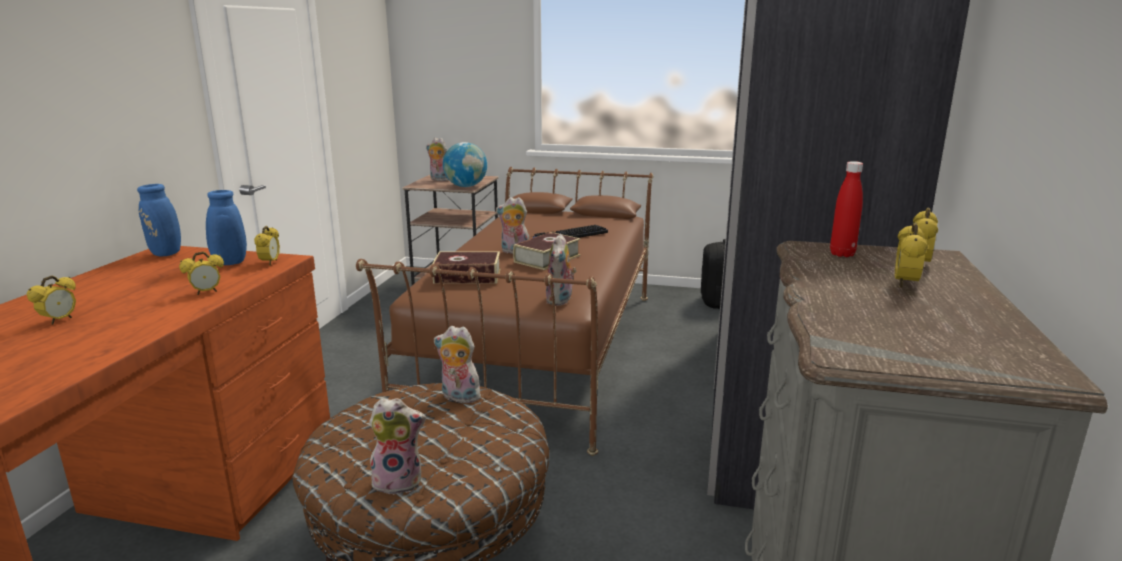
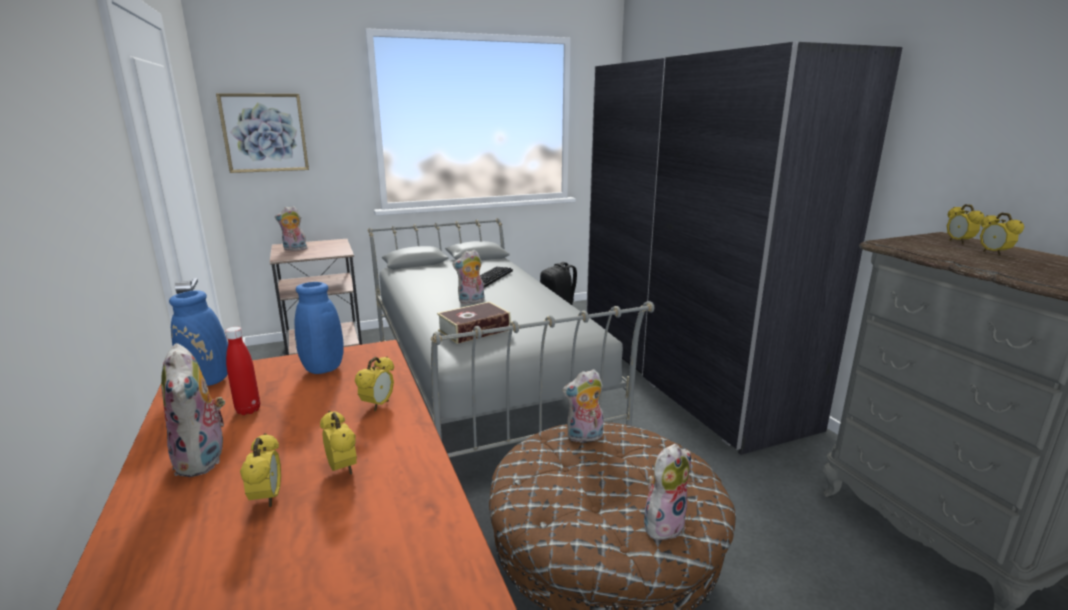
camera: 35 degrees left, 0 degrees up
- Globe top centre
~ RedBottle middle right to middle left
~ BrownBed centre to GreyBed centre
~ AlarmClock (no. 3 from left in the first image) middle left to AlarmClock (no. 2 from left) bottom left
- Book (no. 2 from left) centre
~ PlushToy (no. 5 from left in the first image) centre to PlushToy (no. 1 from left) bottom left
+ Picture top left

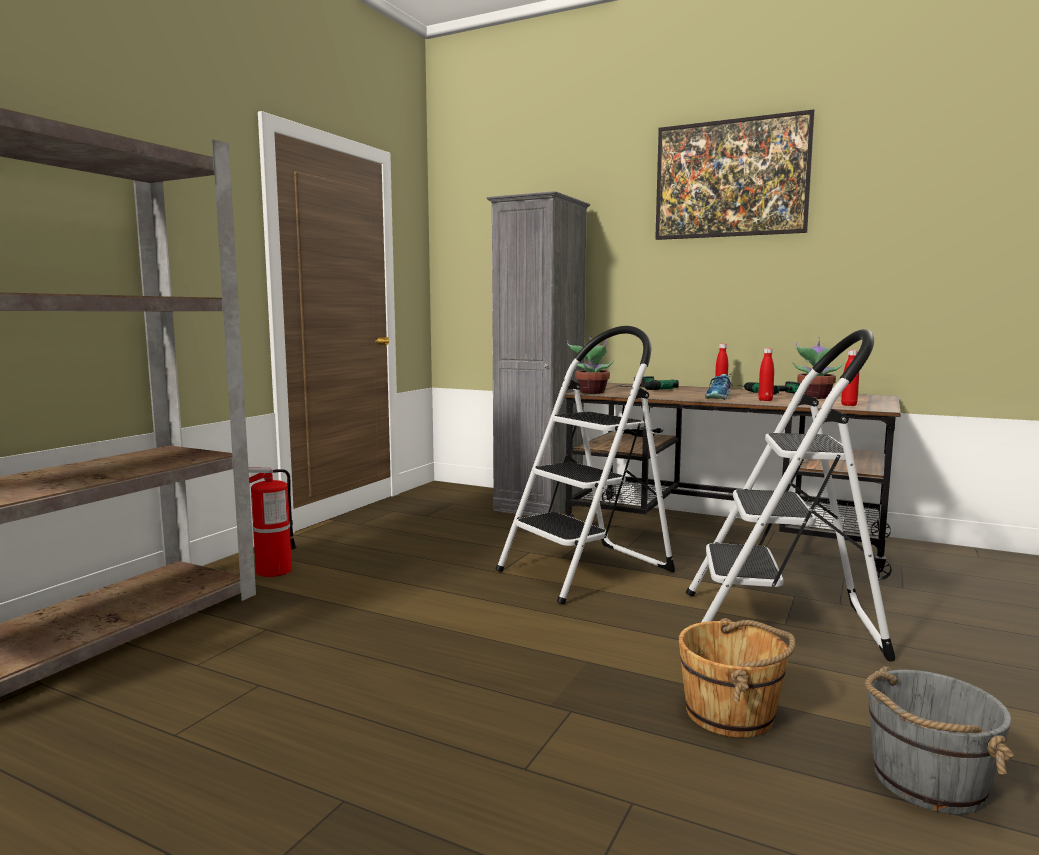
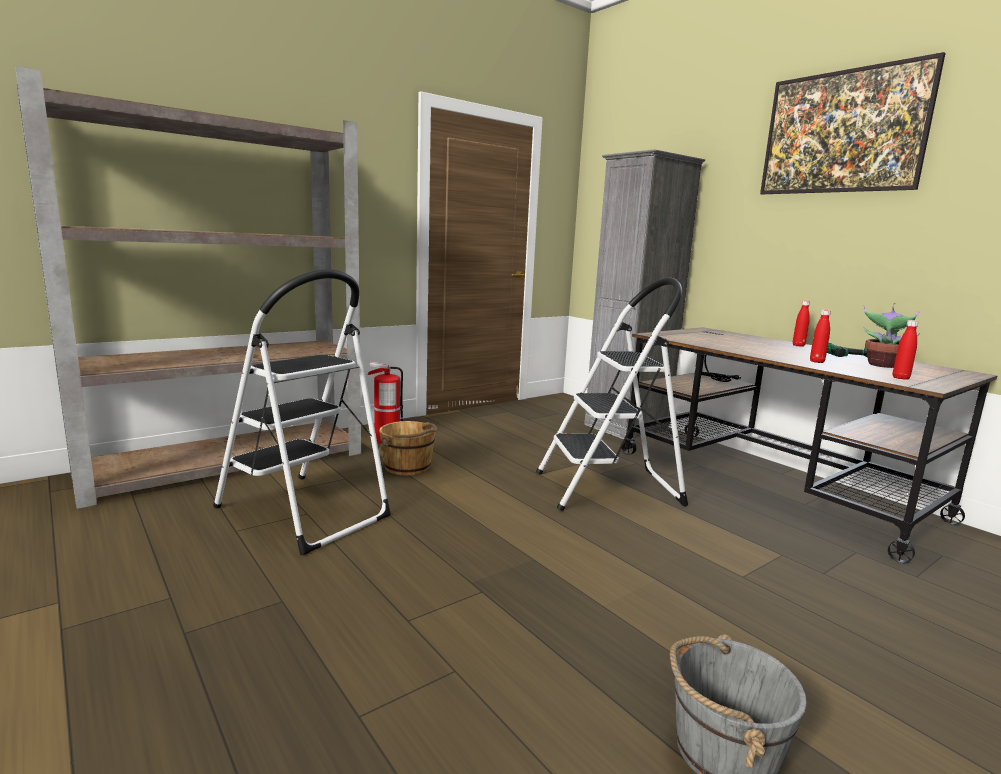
camera: 25 degrees right, 5 degrees up
~ StepLadder (no. 2 from left in the first image) middle right to StepLadder (no. 1 from left) middle left
- PottedPlant (no. 1 from left) centre
- Shoe middle right
- PowerDrill (no. 1 from left) centre
~ BrownBucket bottom right to centre

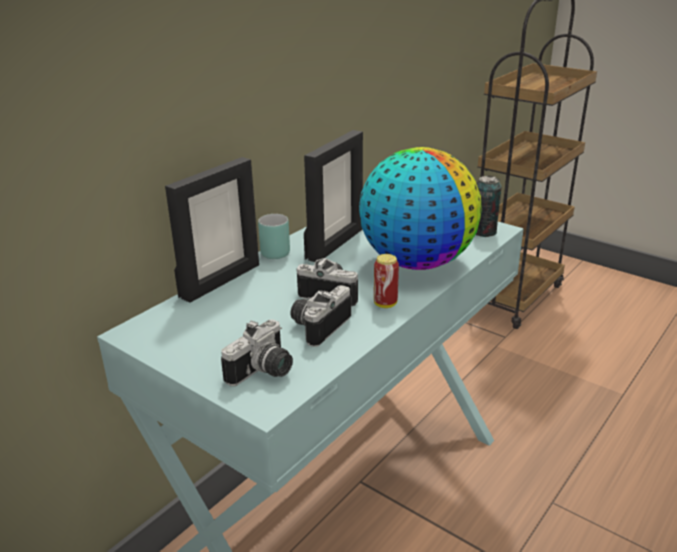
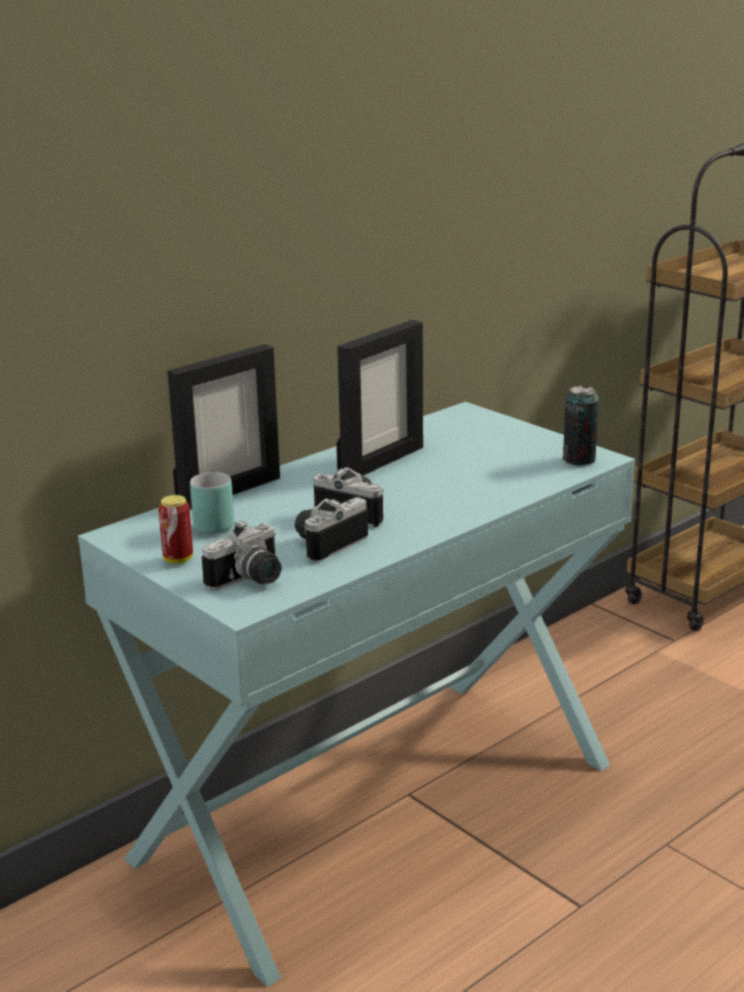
camera: 10 degrees right, 5 degrees down
- Globe centre
~ TurquoiseMug centre to middle left
~ Can (no. 1 from left) centre to middle left

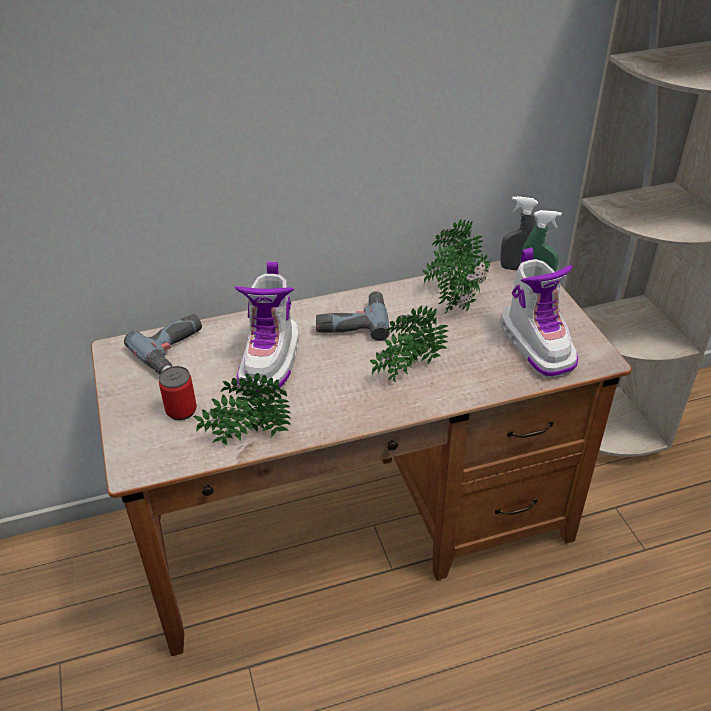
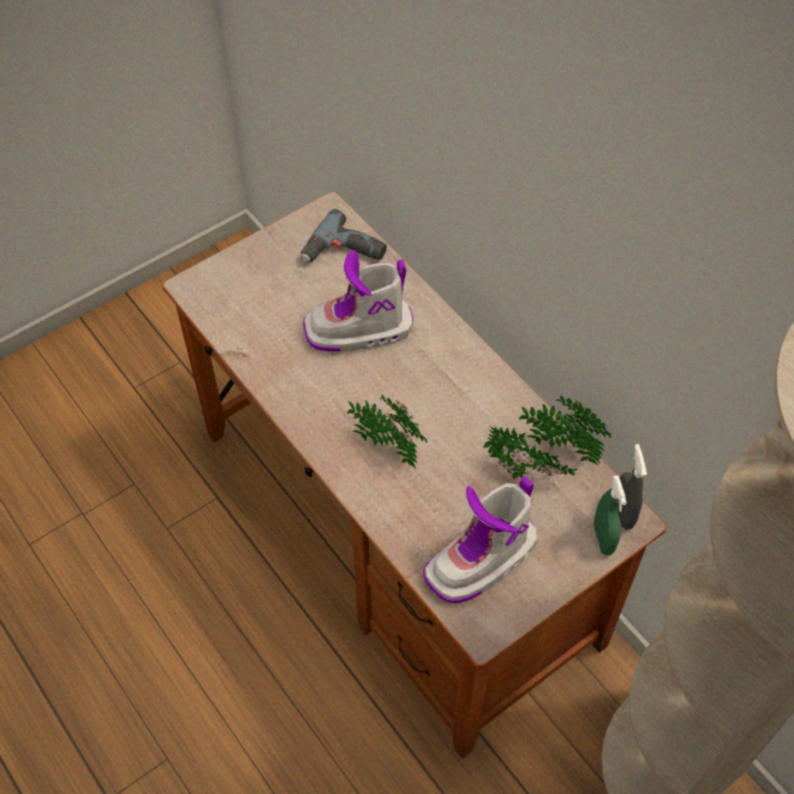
camera: 70 degrees right, 15 degrees up
- PowerDrill (no. 2 from left) centre
- Can middle left
- PottedPlant (no. 1 from left) centre

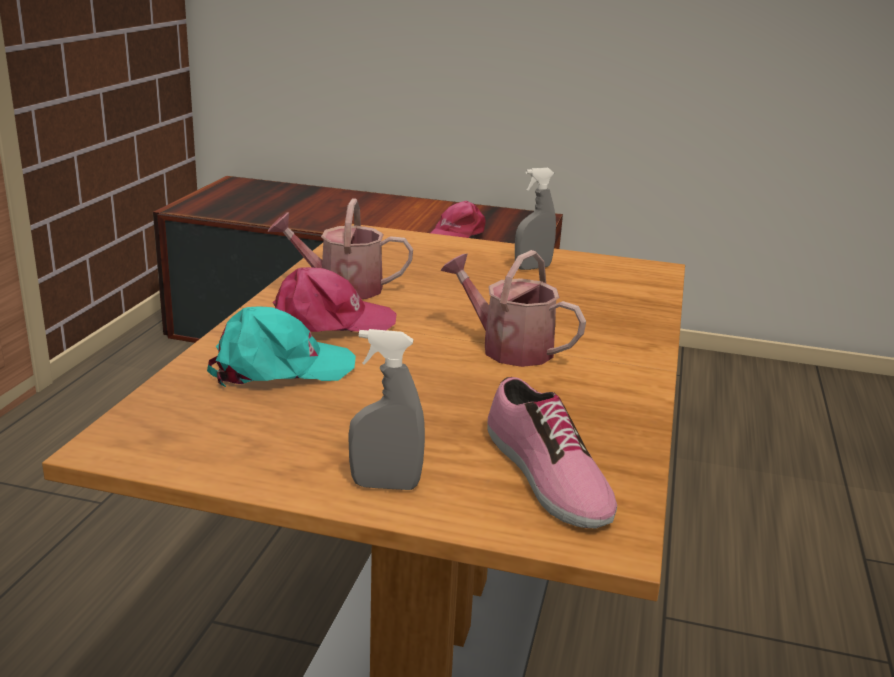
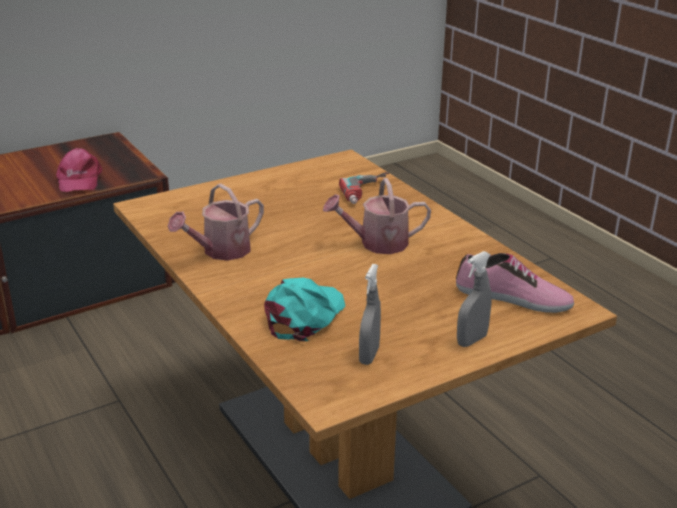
camera: 45 degrees left, 5 degrees up
~ GreySprayBottle (no. 2 from left in the first image) top centre to GreySprayBottle (no. 1 from left) centre
- PinkCap (no. 1 from left) centre
+ PowerDrill centre

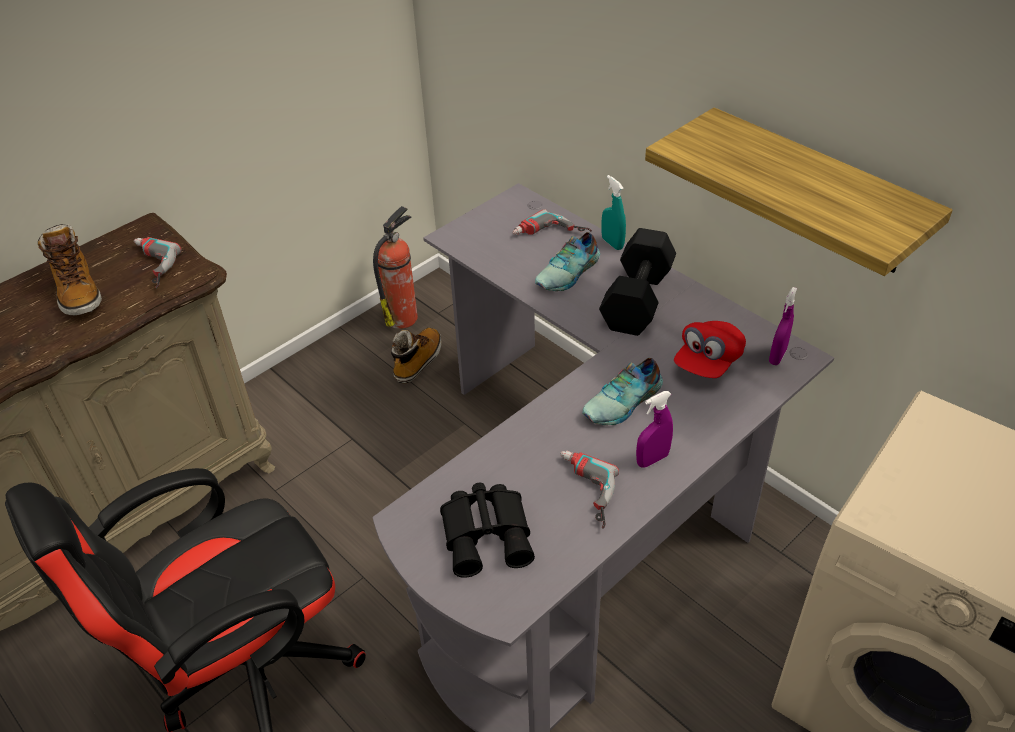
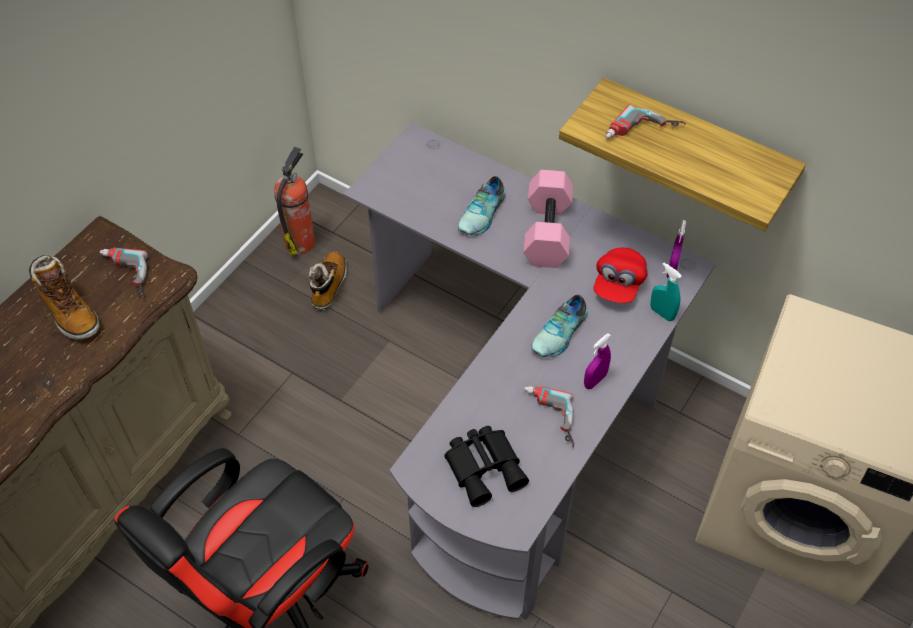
camera: 15 degrees left, 10 degrees up
~ TurquoiseSprayBottle top centre to middle right
~ PowerDrill (no. 2 from left in the first image) top centre to PowerDrill (no. 3 from left) top right
~ BlackDumbbell centre to PinkDumbbell centre

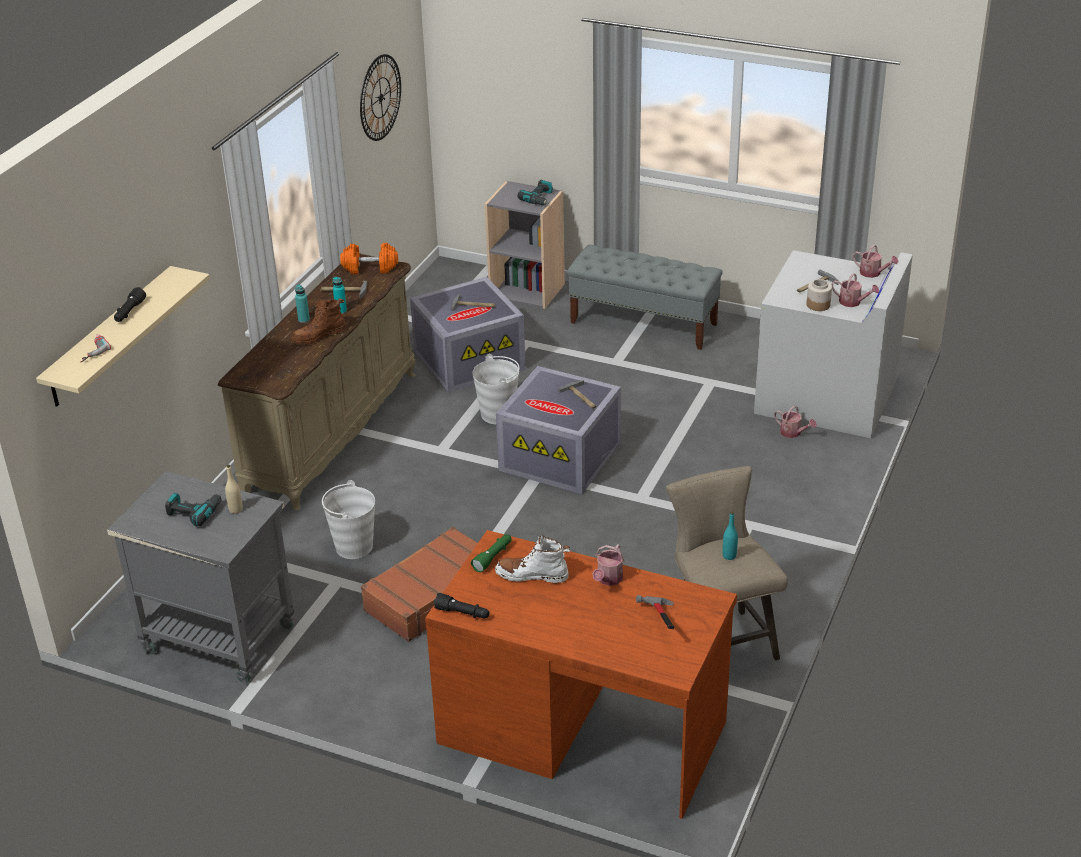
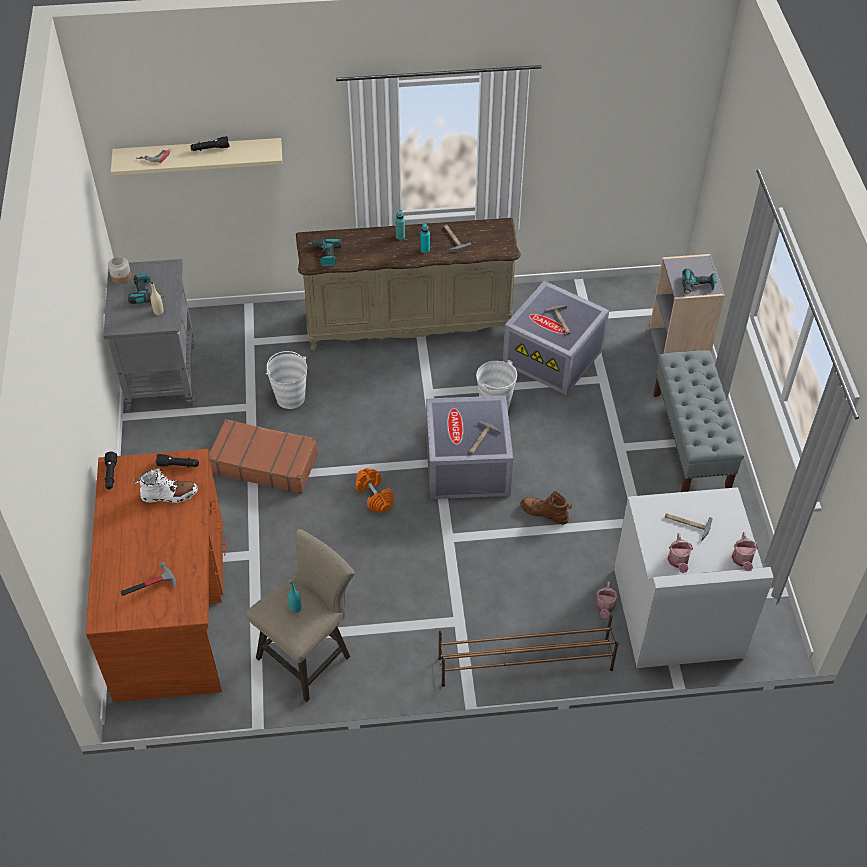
camera: 60 degrees right, 15 degrees up
- WallClock top centre
~ OrangeDumbbell top centre to centre
~ Jar middle right to top left
~ BrownBoot middle left to centre
~ GreenFlashlight centre to BlackFlashlight (no. 2 from left) middle left
~ WhiteBoot centre = middle left 105 degrees clockwise
- WateringCan (no. 1 from left) centre
+ PowerDrill (no. 3 from left) top centre
+ BrownShoeRack bottom centre

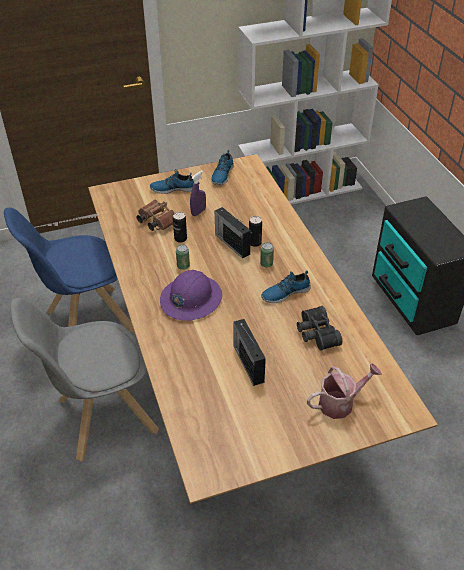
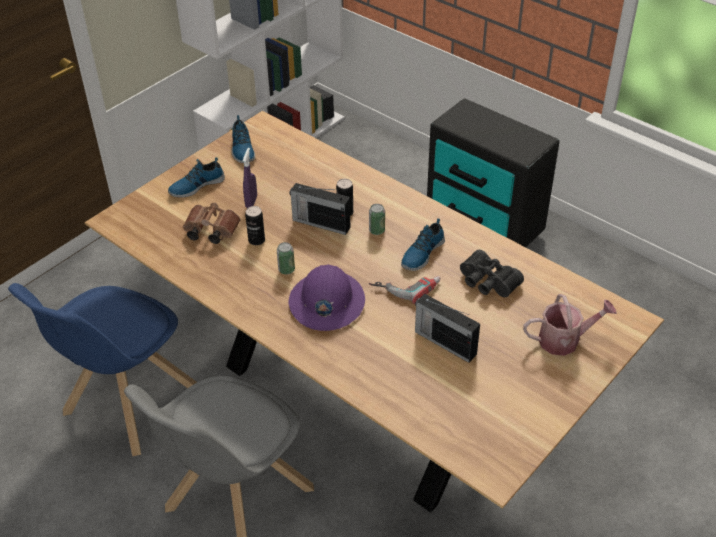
camera: 30 degrees left, 0 degrees up
~ WateringCan bottom right = middle right 45 degrees clockwise
+ PowerDrill centre

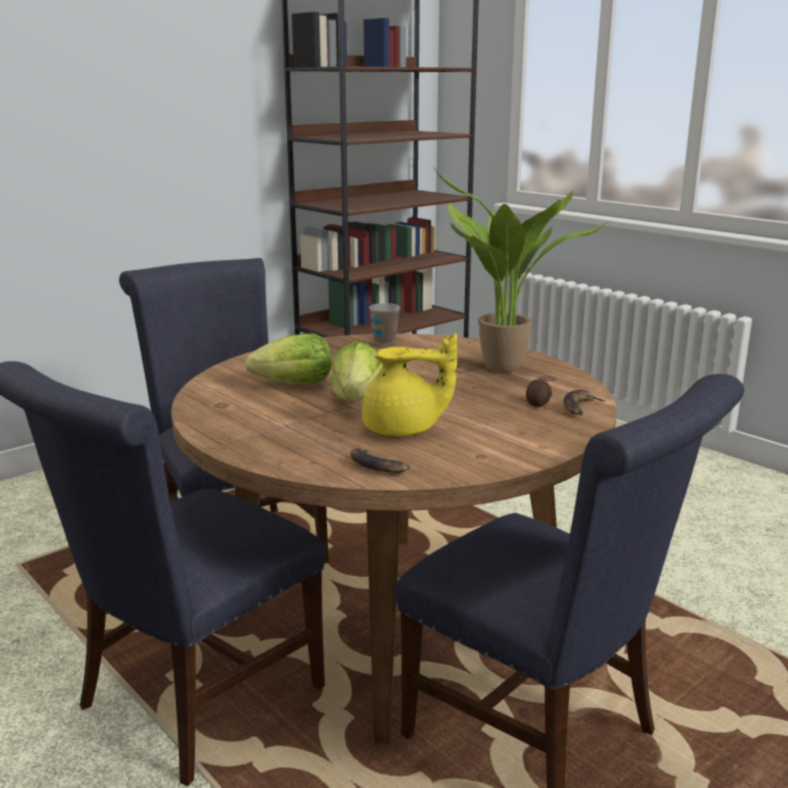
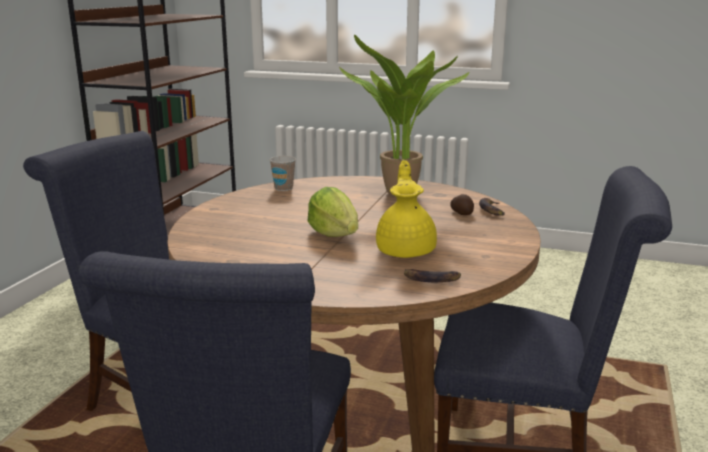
camera: 30 degrees left, 0 degrees up
- Lettuce (no. 1 from left) centre
~ YellowTeapot centre = centre 60 degrees counterclockwise

